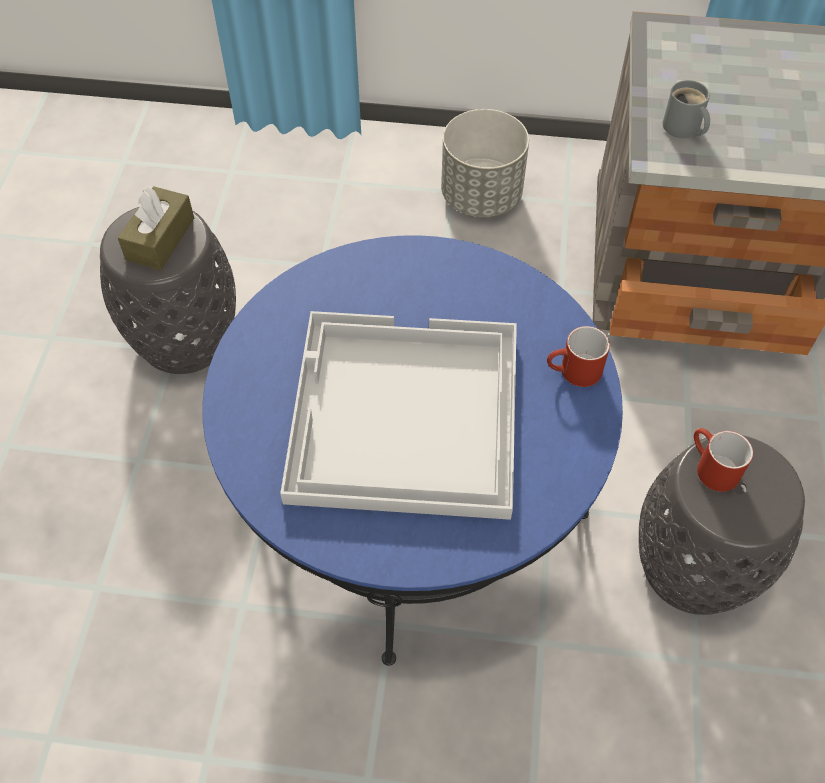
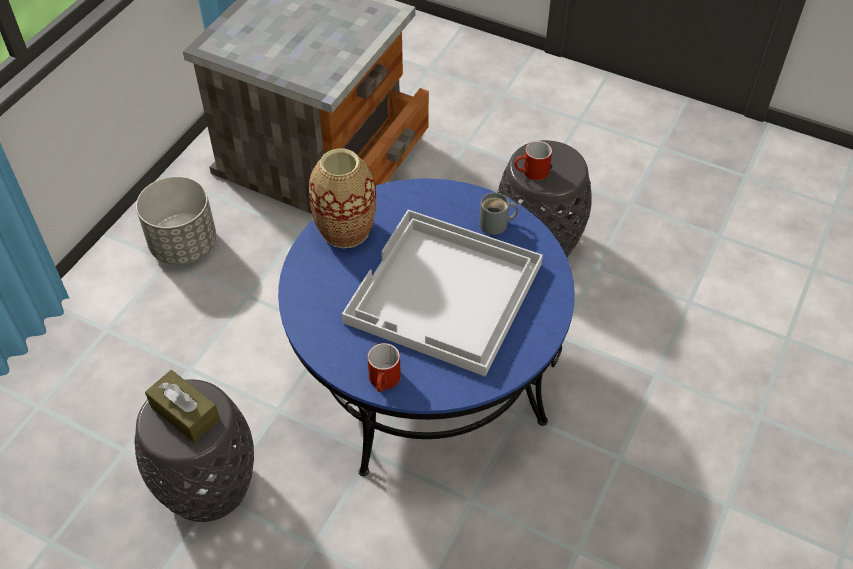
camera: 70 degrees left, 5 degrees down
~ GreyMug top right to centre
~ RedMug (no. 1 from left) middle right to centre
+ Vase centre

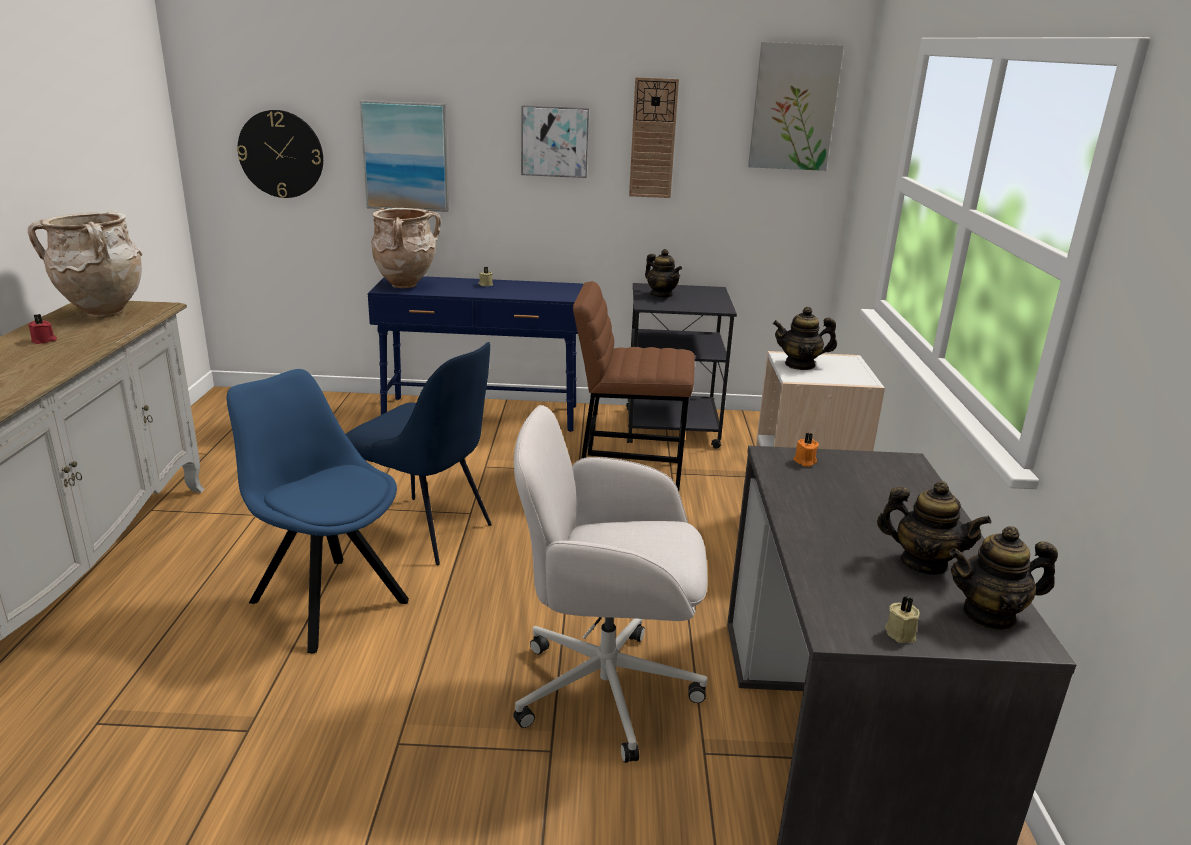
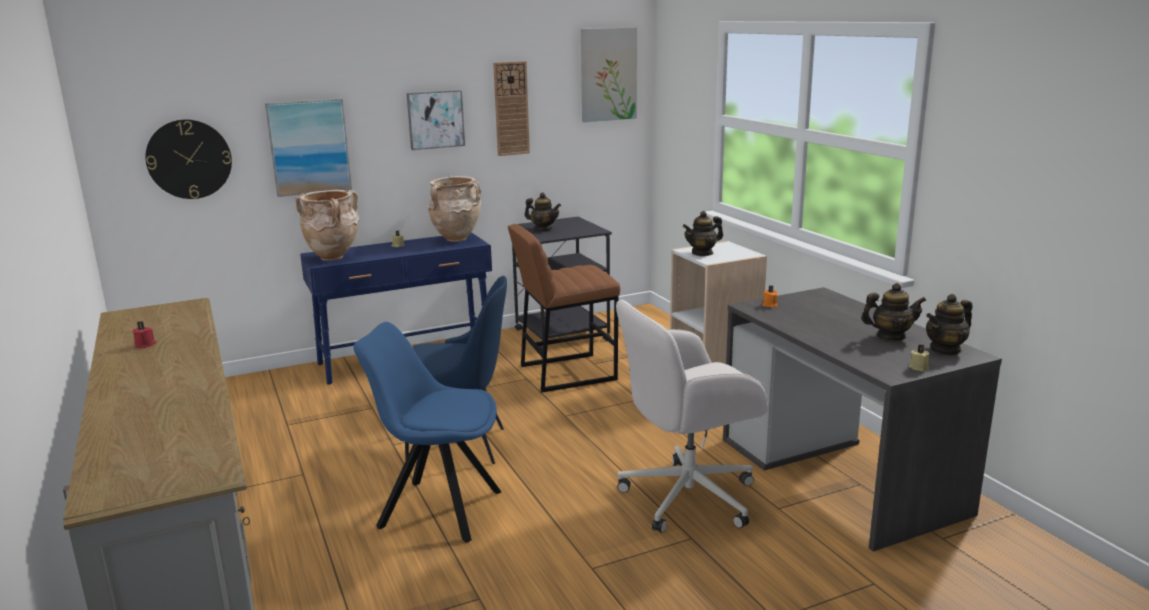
camera: 25 degrees left, 5 degrees down
~ BeigeVase (no. 1 from left in the first image) top left to BeigeVase (no. 2 from left) centre

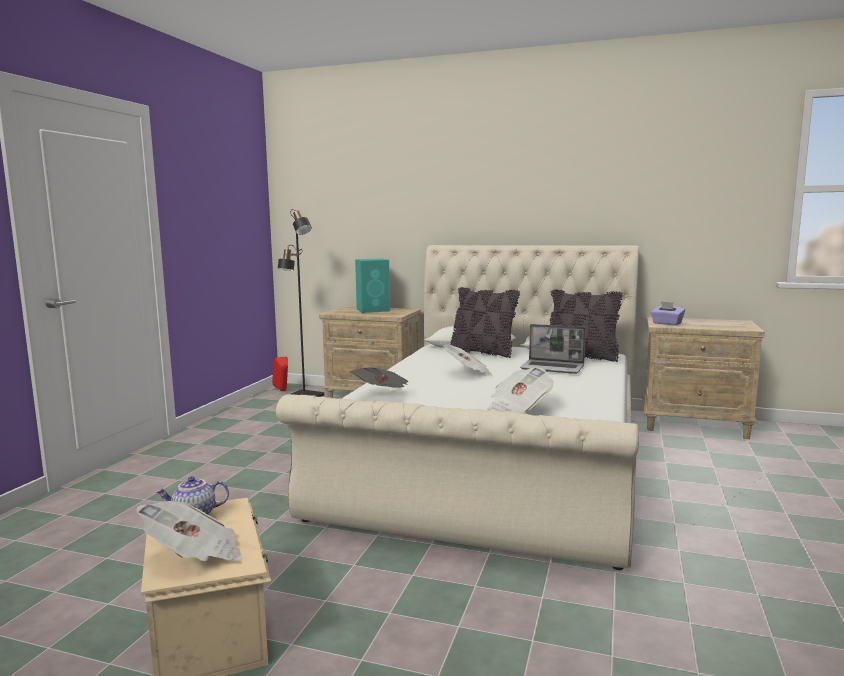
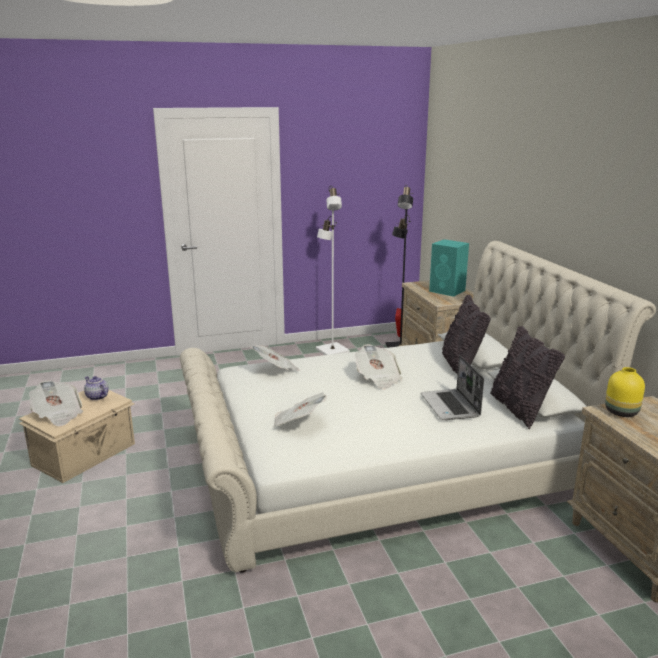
camera: 55 degrees right, 10 degrees up
~ PurpleTissueBox middle right to YellowVase middle right
+ WhiteFloorLamp centre

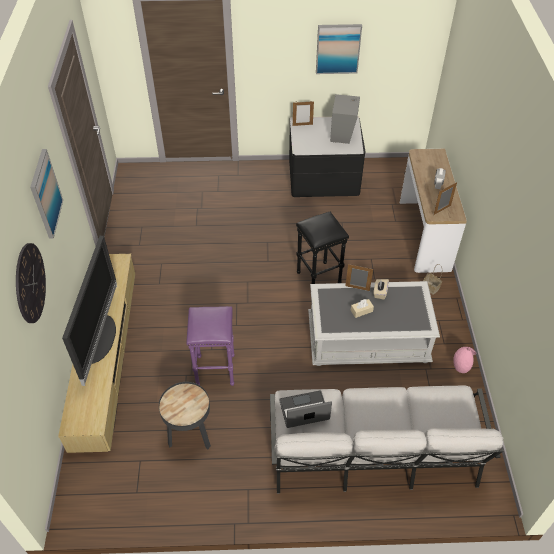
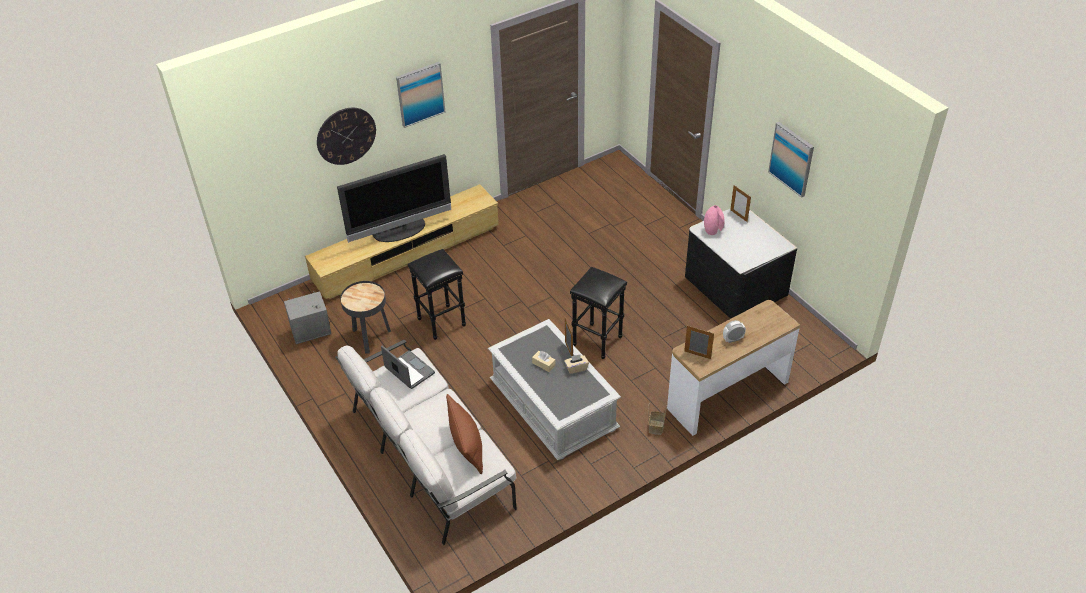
camera: 60 degrees right, 5 degrees down
~ GreySpeaker top centre to middle left
~ PurpleStool centre to BlackStool (no. 1 from left) centre
~ PinkVase middle right to centre
+ BrownPillow bottom centre

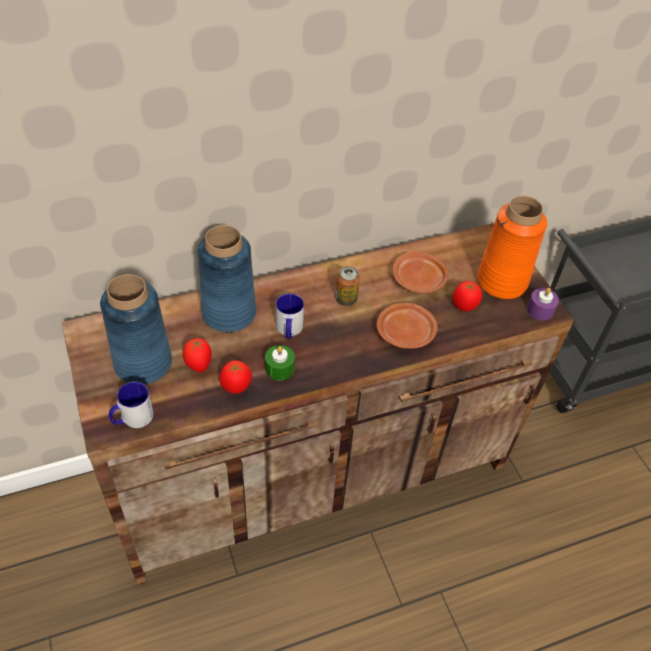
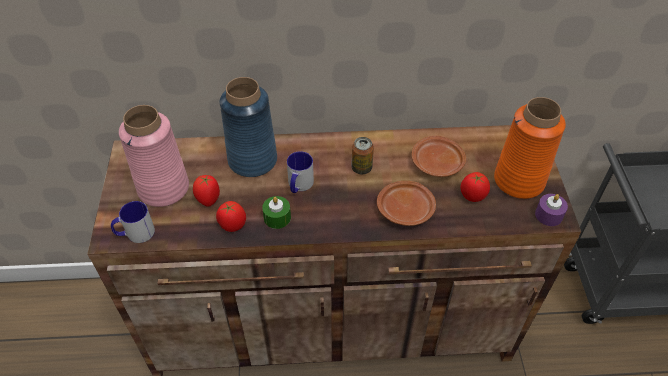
camera: 20 degrees right, 0 degrees up
~ BlueVase (no. 1 from left) middle left to PinkVase middle left

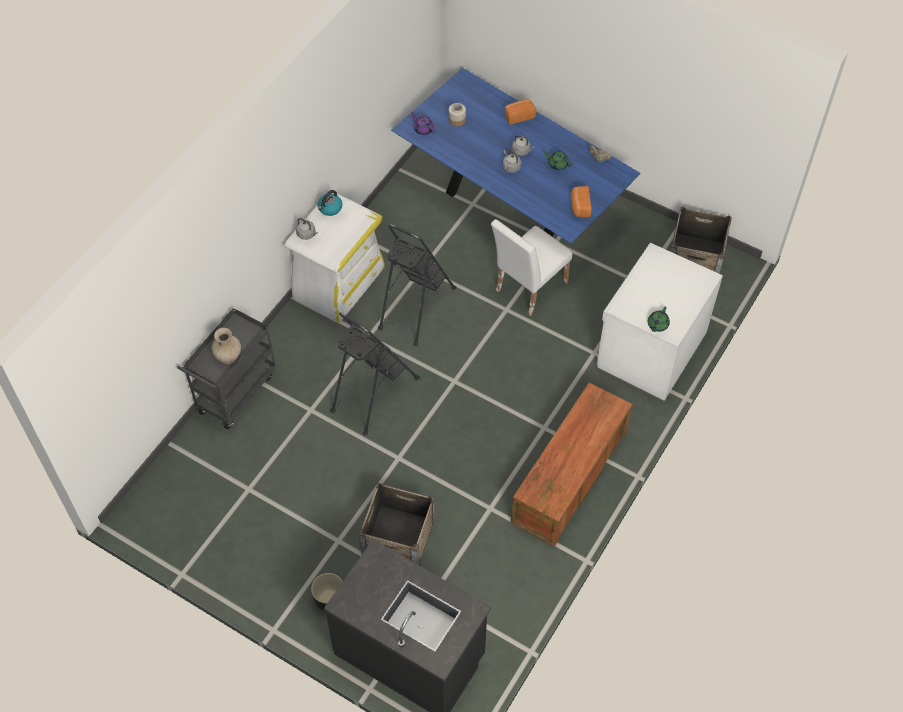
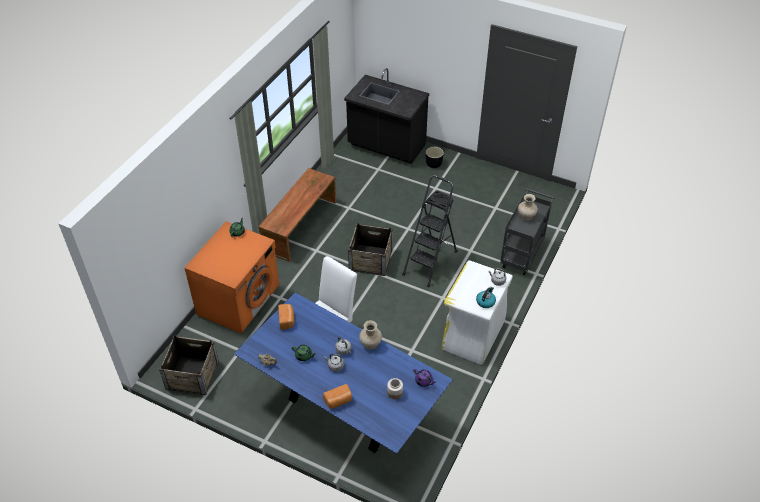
camera: 175 degrees right, 10 degrees down
- StepLadder (no. 2 from left) centre
~ WhiteWashingMachine middle right to OrangeWashingMachine middle left
~ Crate (no. 1 from left in the first image) bottom centre to Crate (no. 2 from left) centre
+ BeigeVase (no. 1 from left) bottom centre

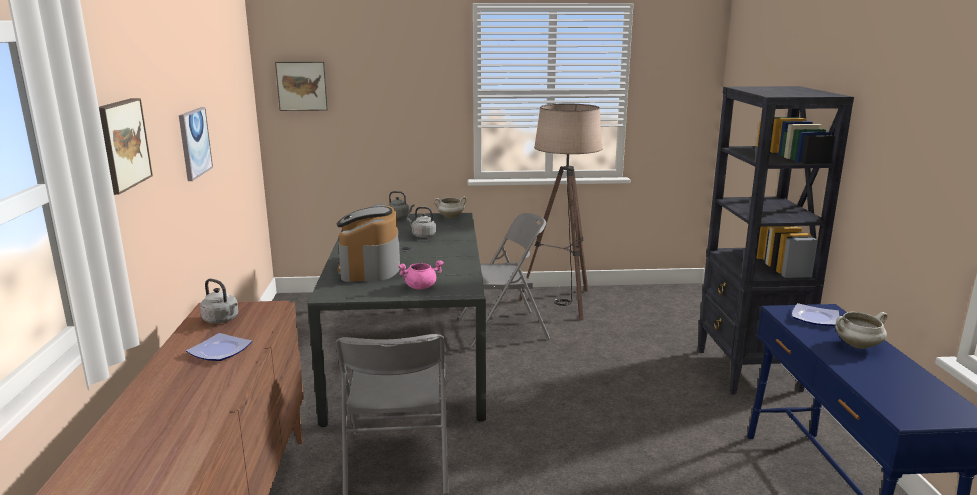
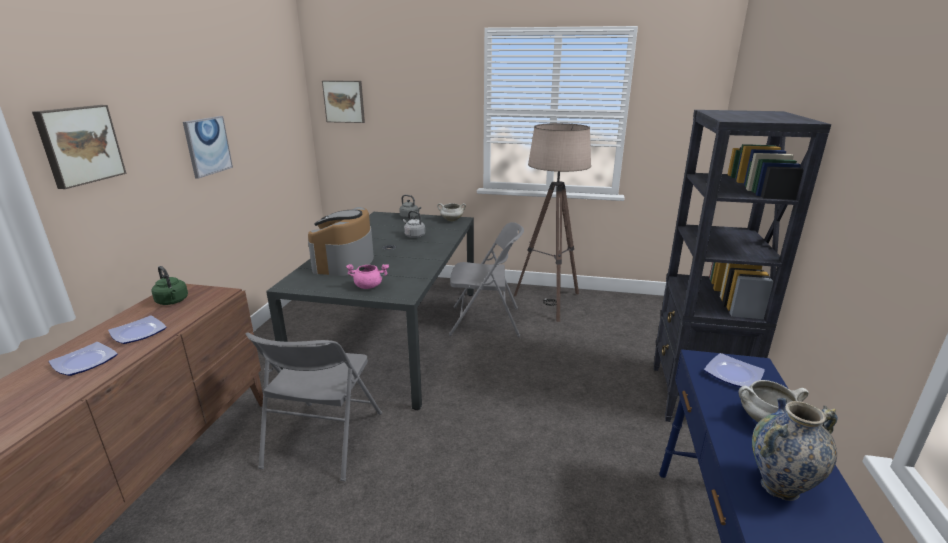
camera: 15 degrees right, 5 degrees up
~ GreyKettle (no. 1 from left) middle left to GreenKettle middle left
+ Plate (no. 1 from left) middle left
+ Vase bottom right

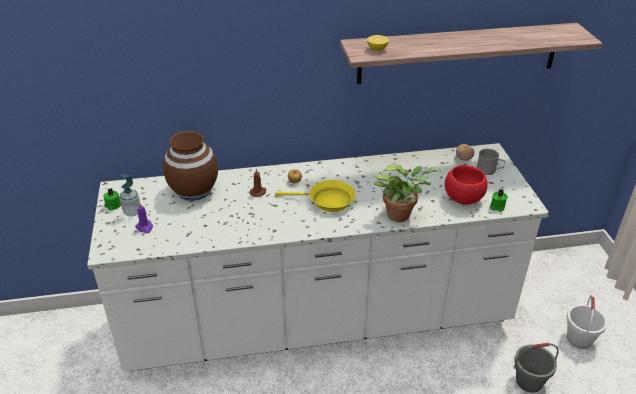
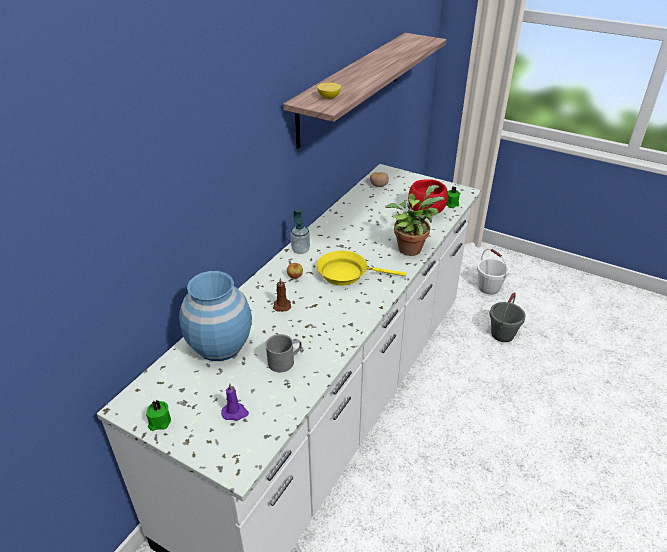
camera: 50 degrees left, 0 degrees up
~ BrownVase middle left to BlueVase middle left
~ GreyMug middle right to centre
~ SoapDispenser middle left to centre
~ YellowFryingPan centre = centre 135 degrees counterclockwise

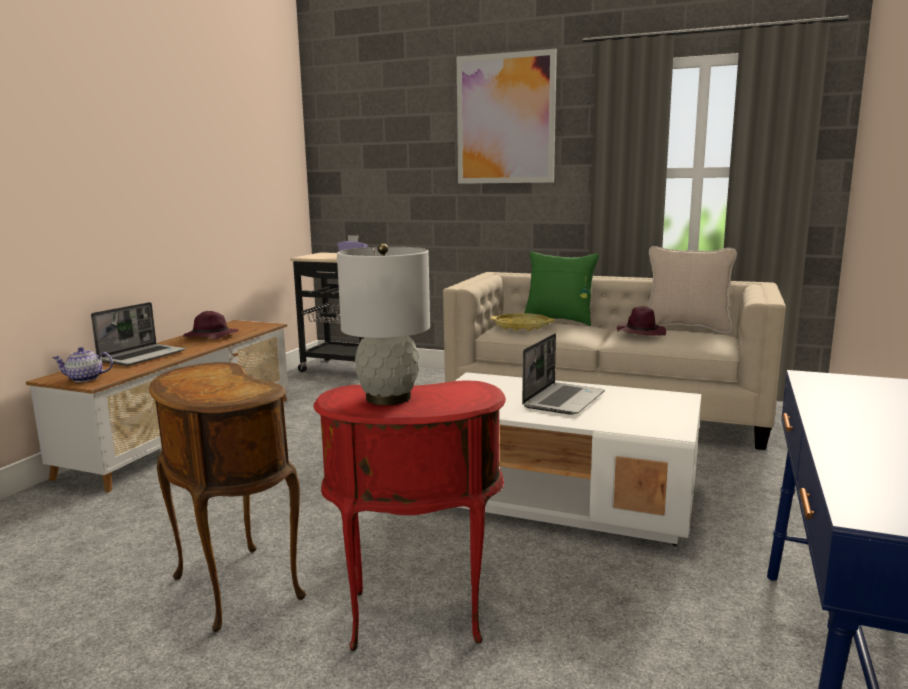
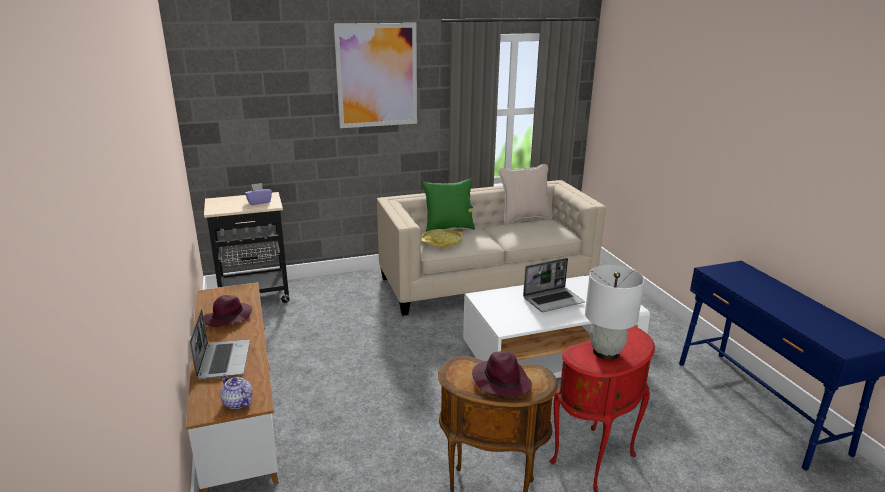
camera: 40 degrees left, 10 degrees up
~ PurpleHat (no. 2 from left) middle right to bottom centre
~ Laptop (no. 2 from left) centre = centre 75 degrees clockwise
~ Teapot middle left = bottom left 90 degrees clockwise

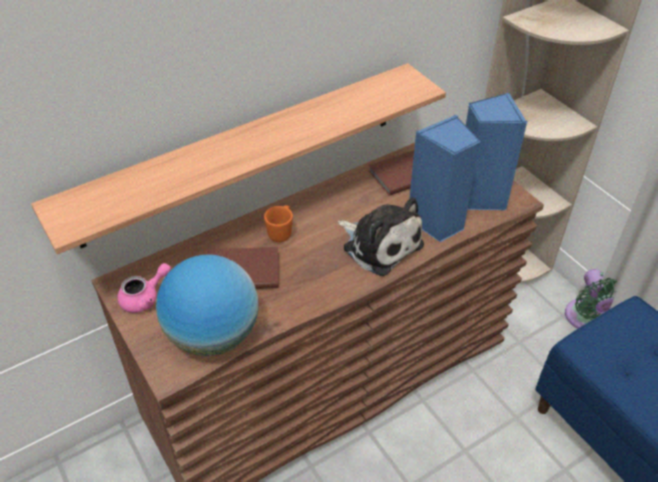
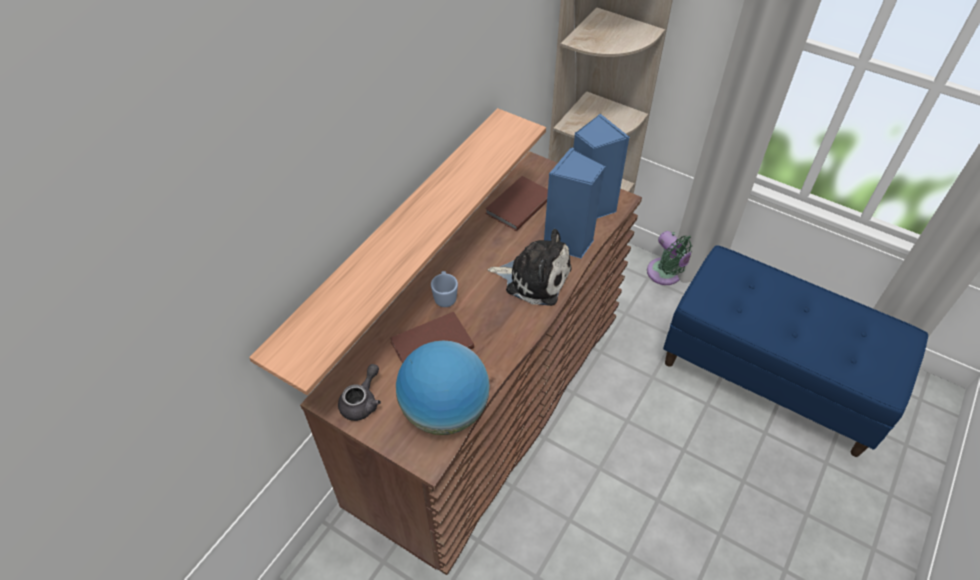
camera: 25 degrees left, 5 degrees up
~ OrangeMug centre to BlueMug centre
~ PinkTeapot middle left to GreyTeapot bottom centre

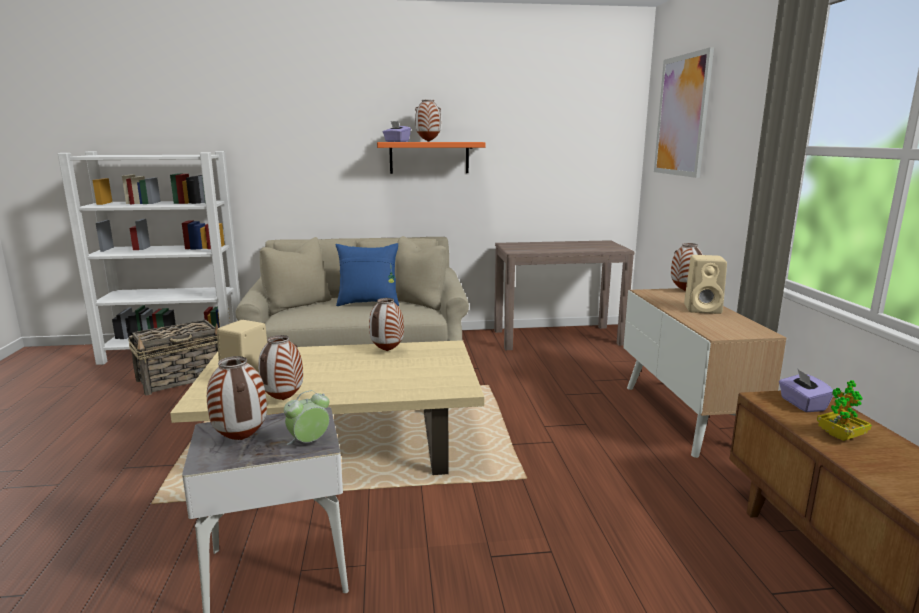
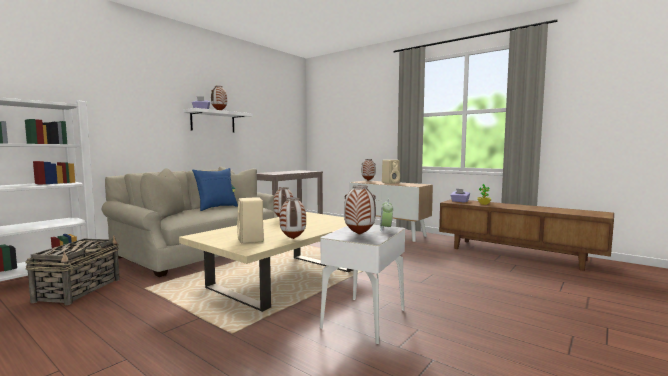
camera: 45 degrees left, 10 degrees down
- Picture top right
~ OrangeShelf top centre to WhiteShelf top left

